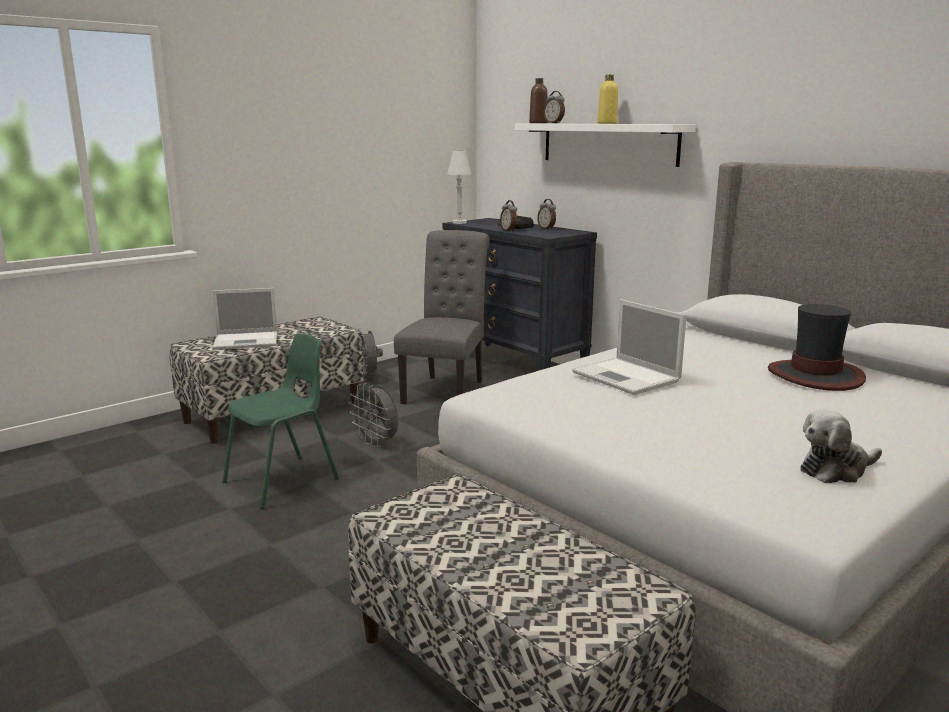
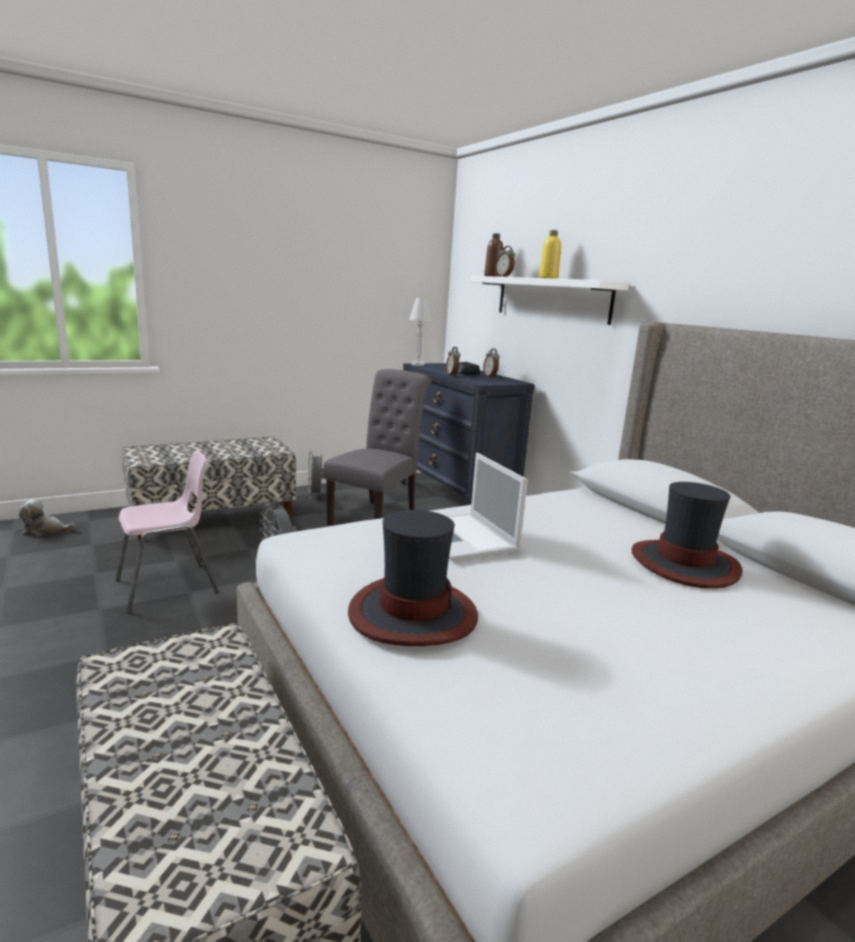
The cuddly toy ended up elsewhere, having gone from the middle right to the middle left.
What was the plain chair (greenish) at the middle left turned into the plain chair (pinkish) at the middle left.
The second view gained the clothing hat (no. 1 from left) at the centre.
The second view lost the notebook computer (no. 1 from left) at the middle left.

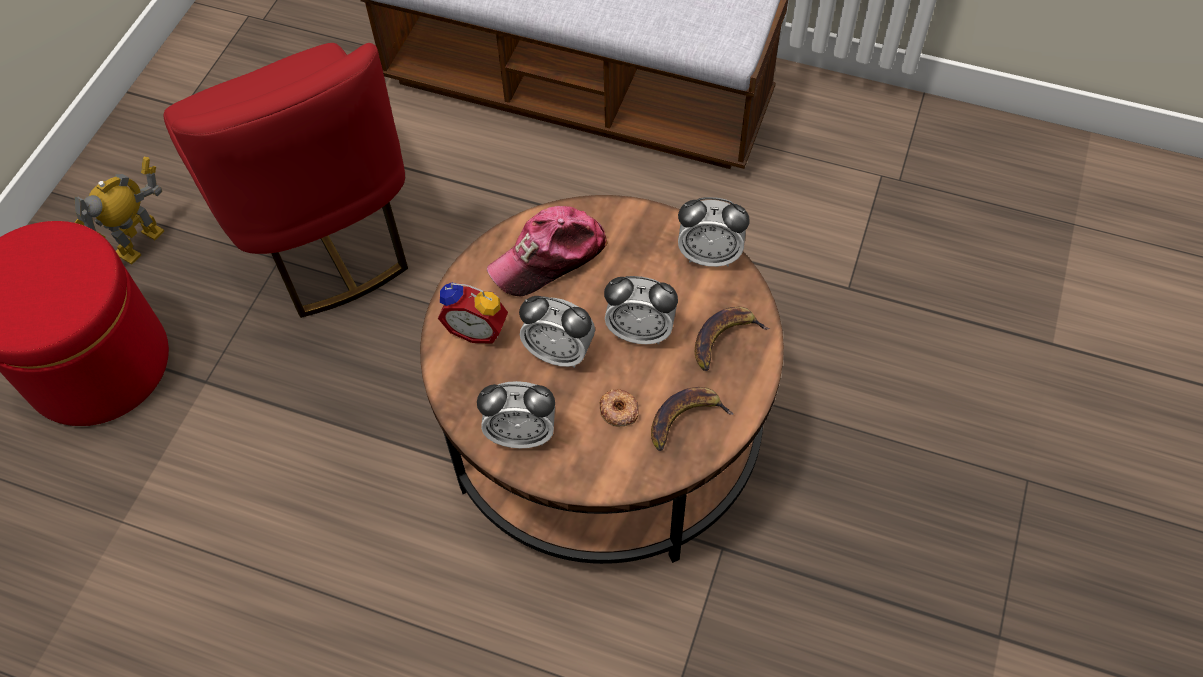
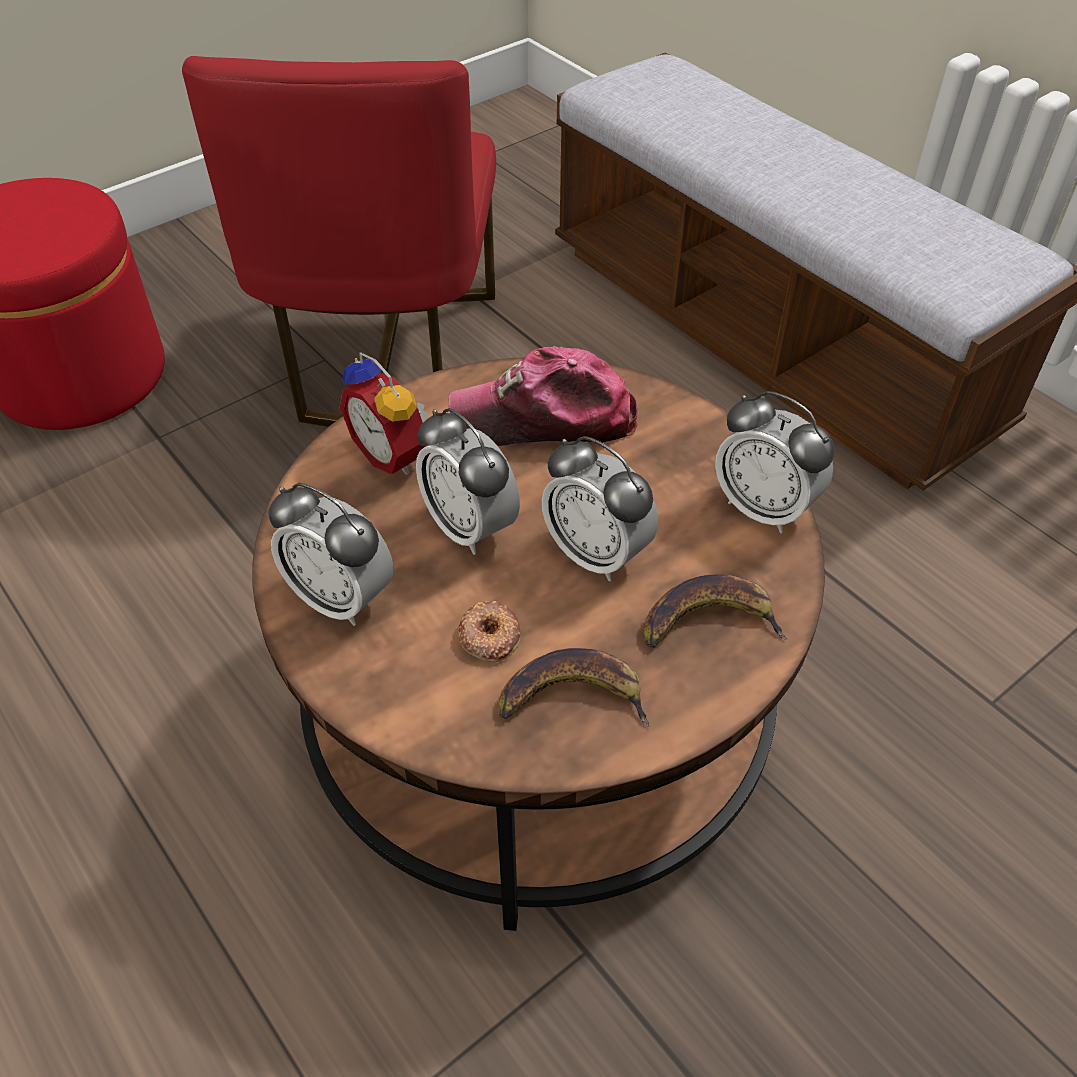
The second view lost the model robot at the top left.

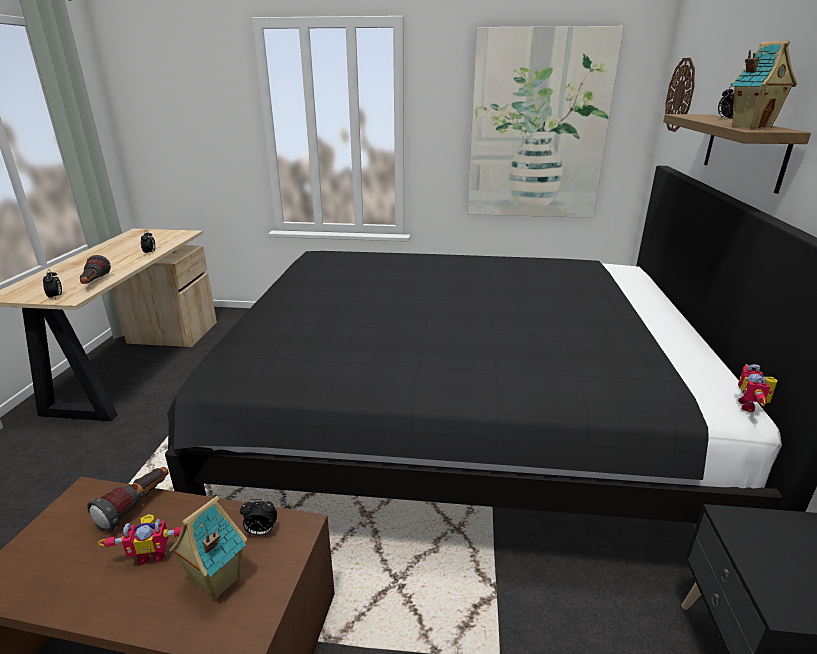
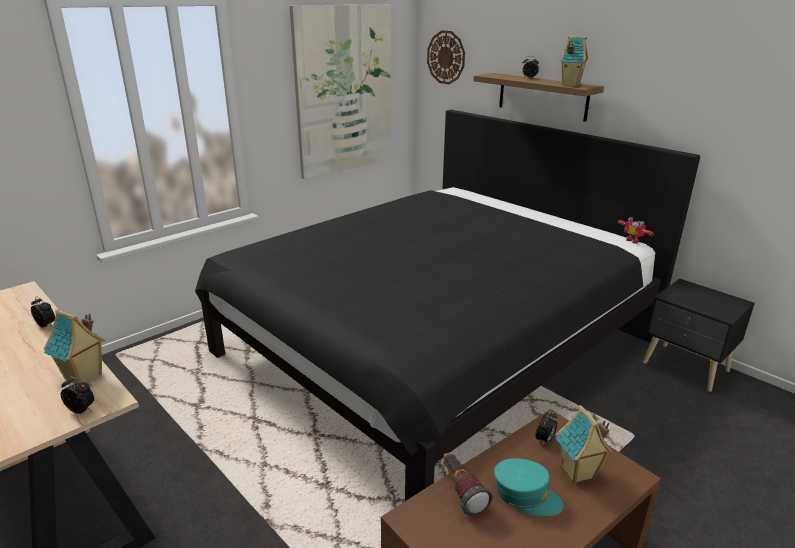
Where the flashlight (no. 1 from left) stood at the middle left, the toy house (no. 1 from left) came to stand at the middle left.
Where the model robot (no. 1 from left) stood at the bottom left, the peaked cap (turquoise-coloured) came to stand at the bottom centre.

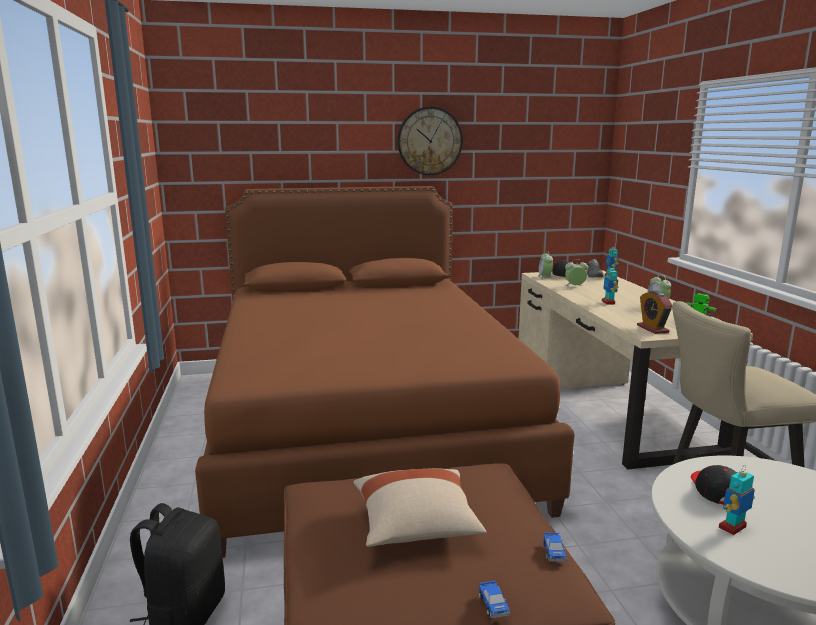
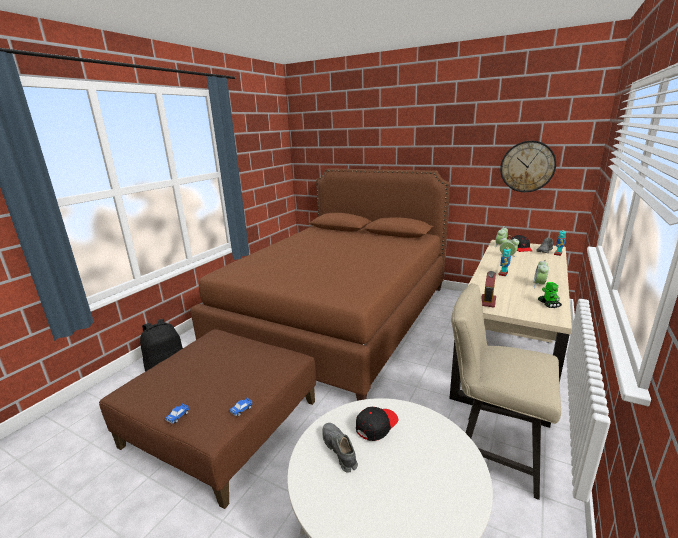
Where the model robot (no. 4 from left) stood at the bottom right, the shoe (gray) (no. 1 from left) came to stand at the bottom centre.
The hanging clock ended up elsewhere, having gone from the top centre to the top right.
The second view lost the pillow (beige) at the bottom centre.

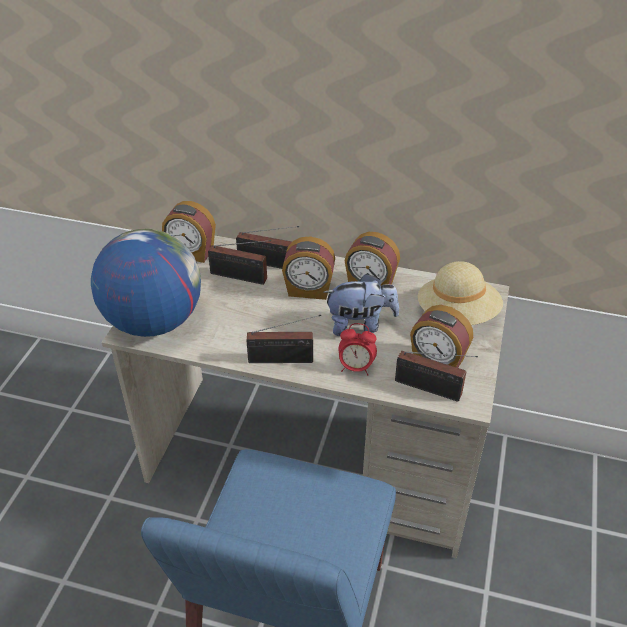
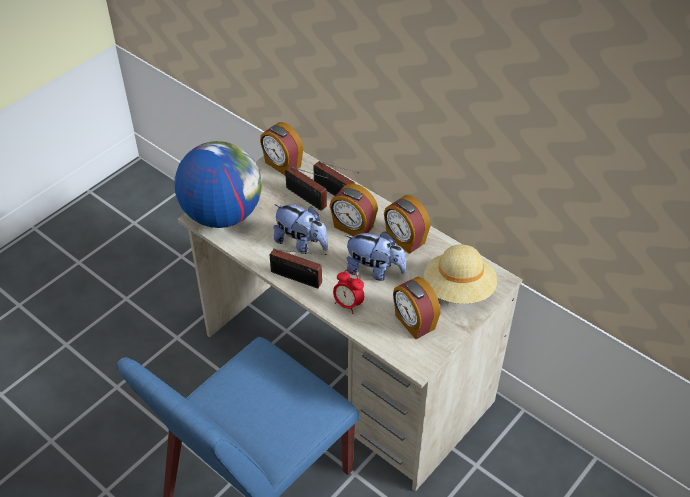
The second view gained the cuddly toy (no. 1 from left) at the centre.
The second view lost the radio set (no. 4 from left) at the middle right.

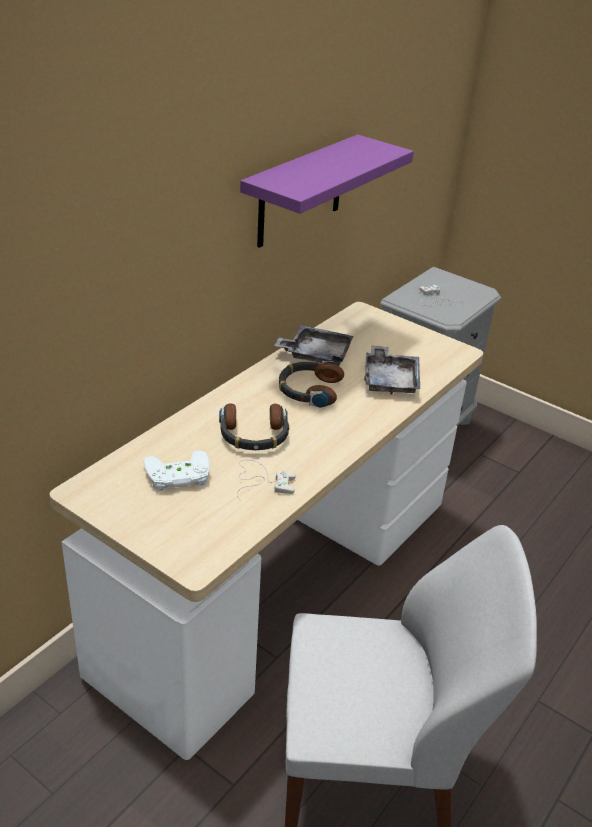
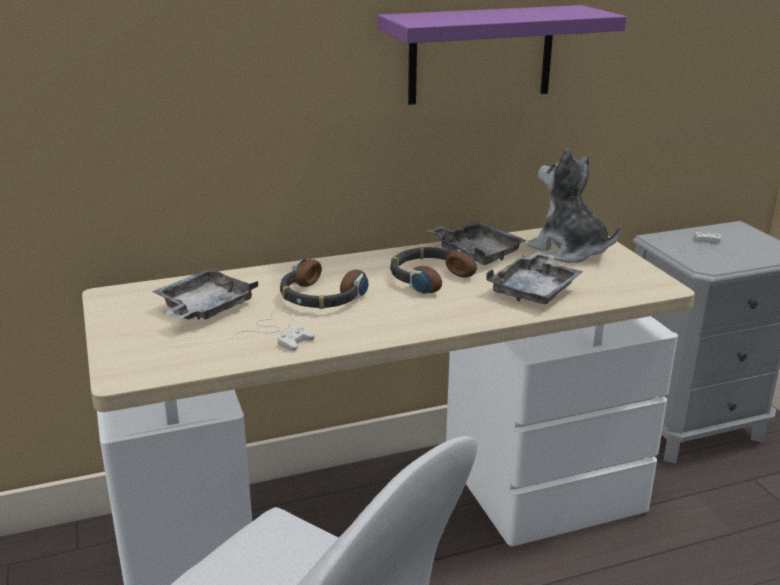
Where the joypad (white) (no. 1 from left) stood at the middle left, the serving tray (gray) (no. 1 from left) came to stand at the middle left.
The second view gained the cuddly toy at the middle right.

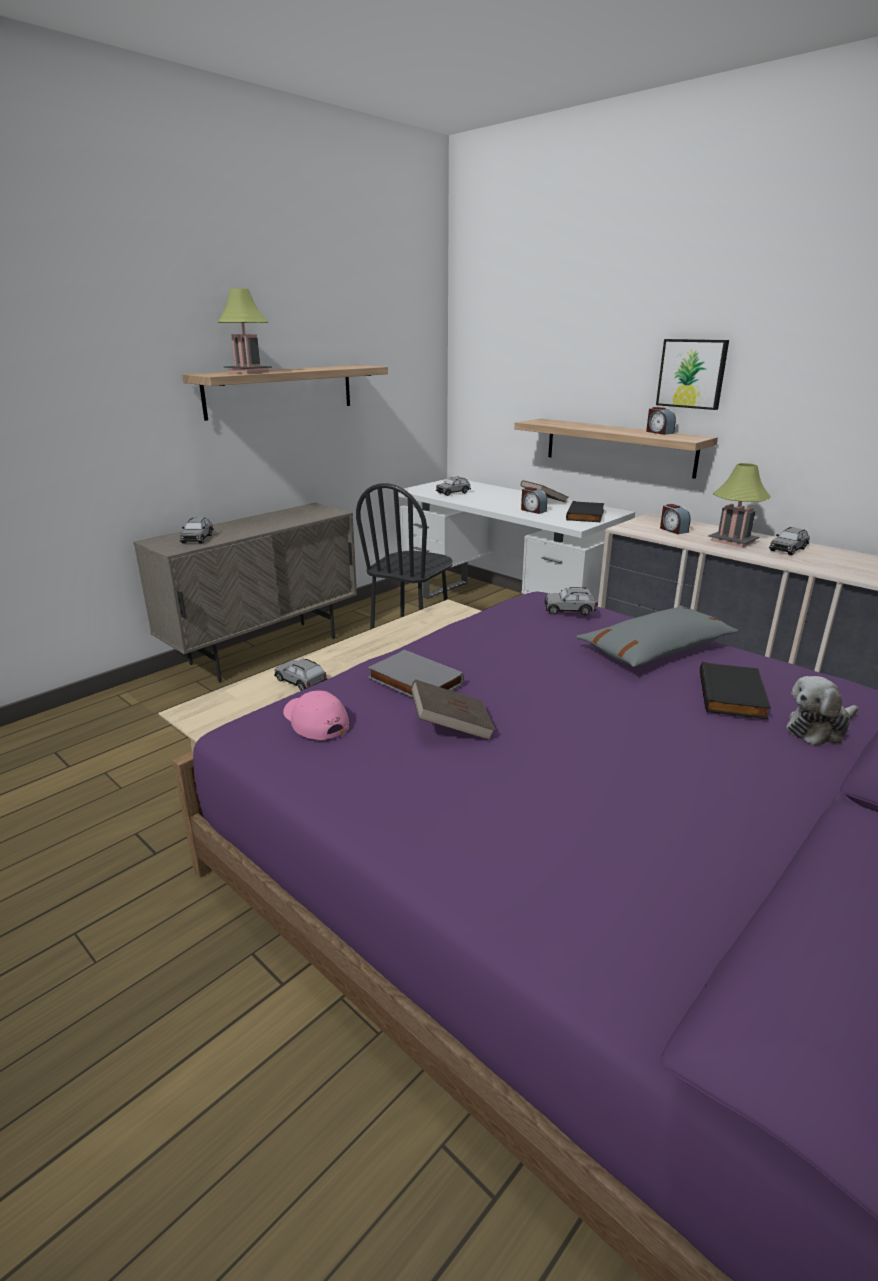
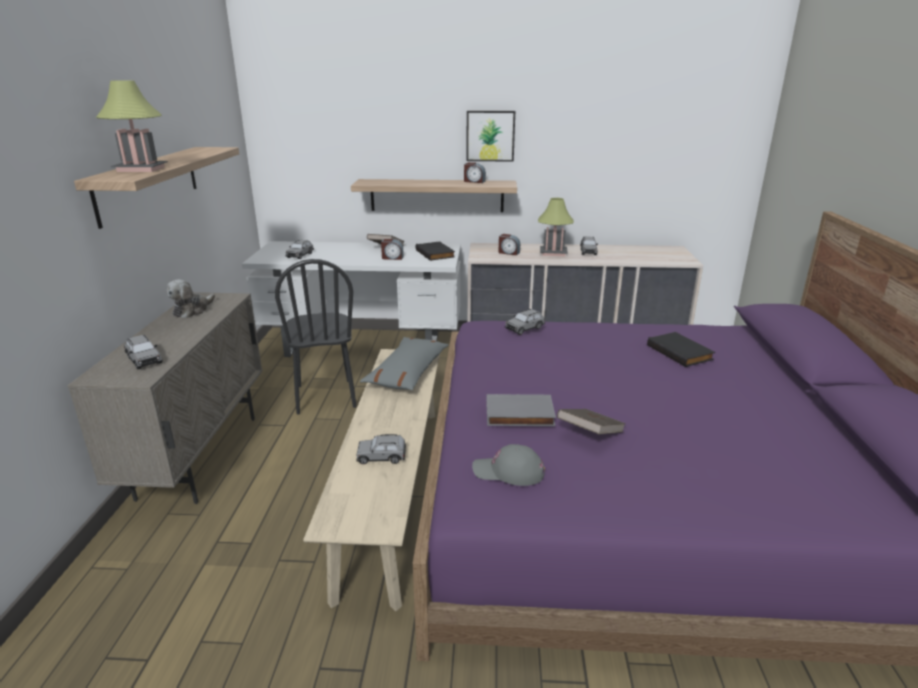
The cuddly toy ended up elsewhere, having gone from the middle right to the middle left.
The pillow (gray) ended up elsewhere, having gone from the middle right to the centre.
What was the peaked cap (pinkish) at the centre turned into the peaked cap (gray) at the bottom centre.

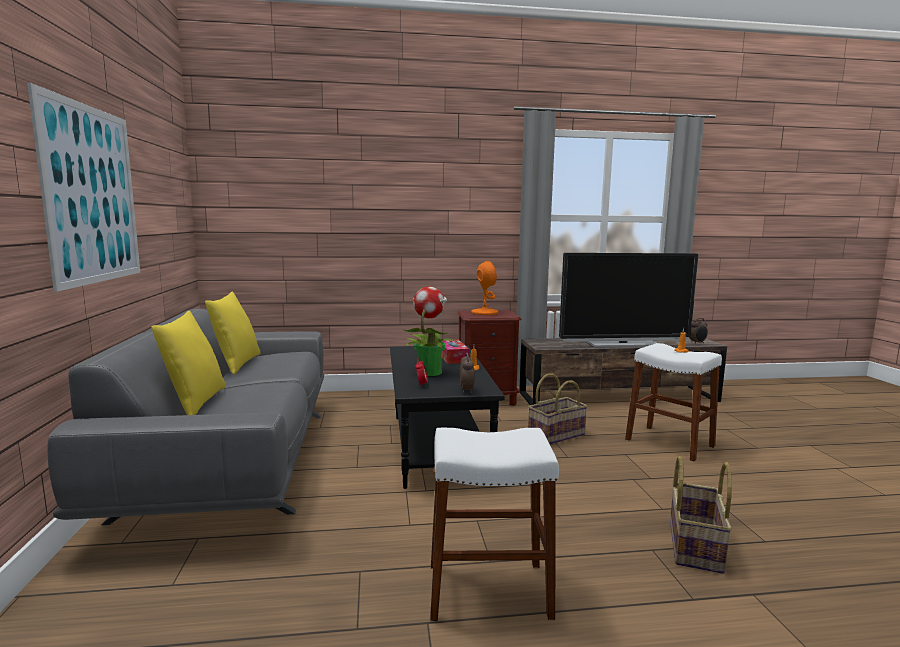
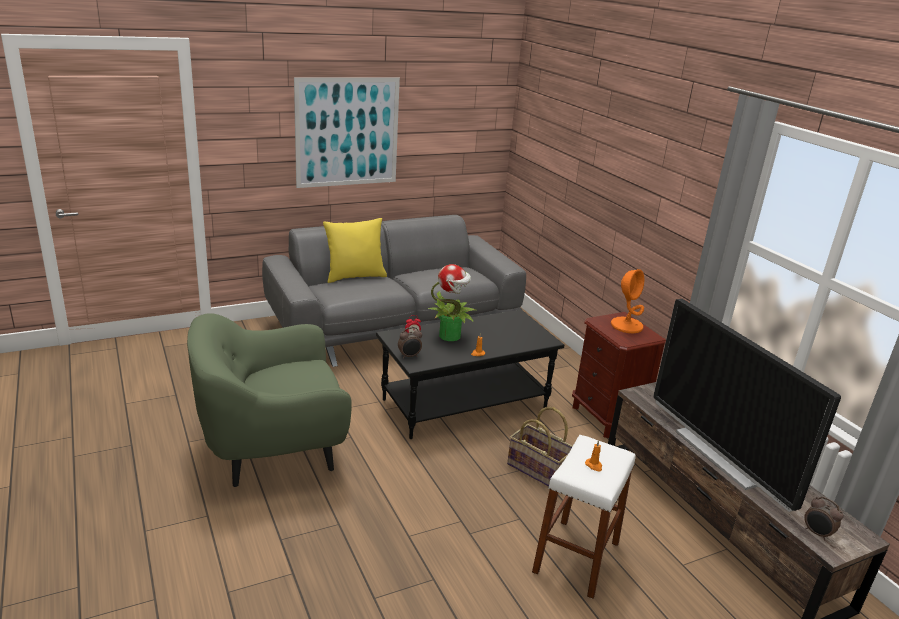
Where the stool (white) (no. 1 from left) stood at the bottom centre, the armchair (greenish) came to stand at the middle left.
The second view lost the pillow (yellow-coloured) (no. 2 from left) at the middle left.
The second view lost the box of tissues at the centre.
The second view lost the household basket (no. 2 from left) at the bottom right.

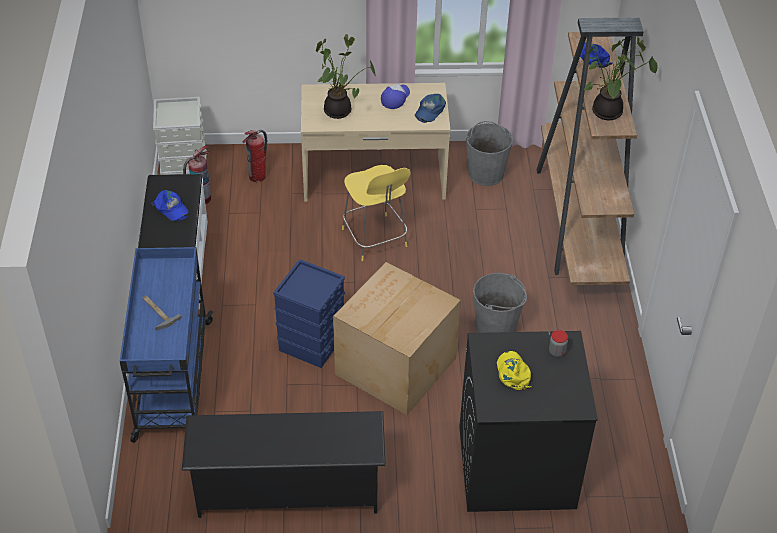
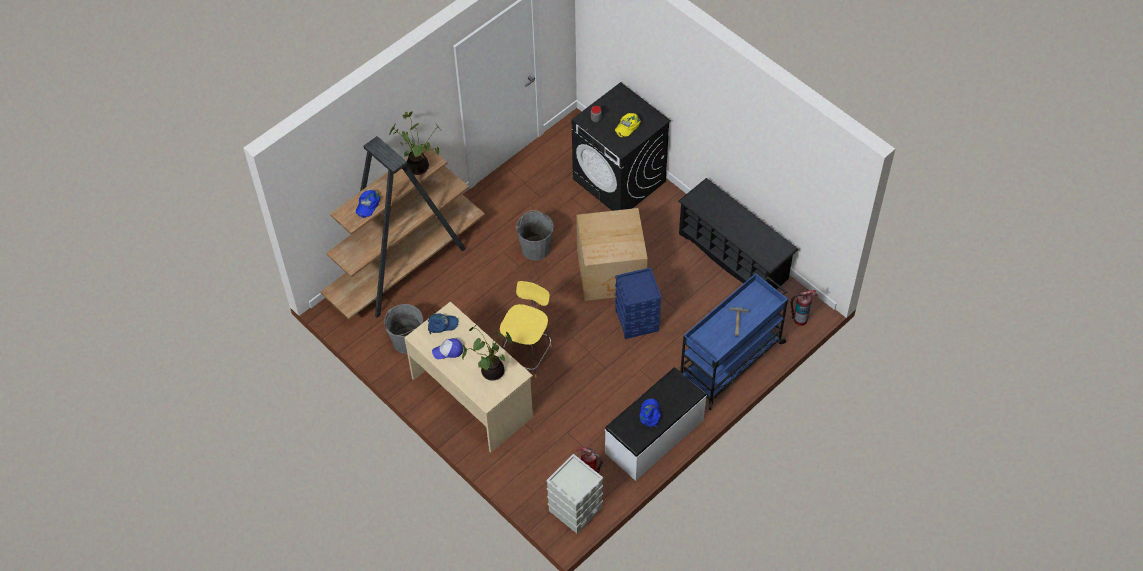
The fire extinguisher (no. 2 from left) ended up elsewhere, having gone from the top left to the middle right.

